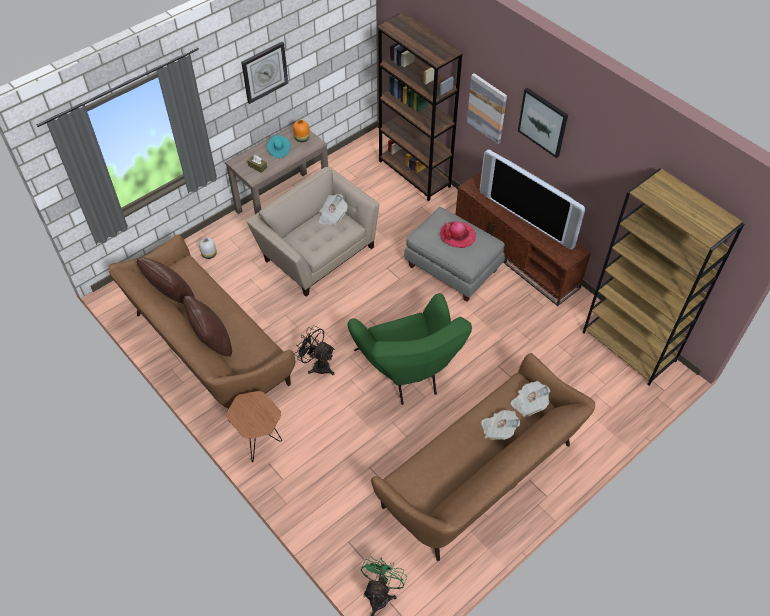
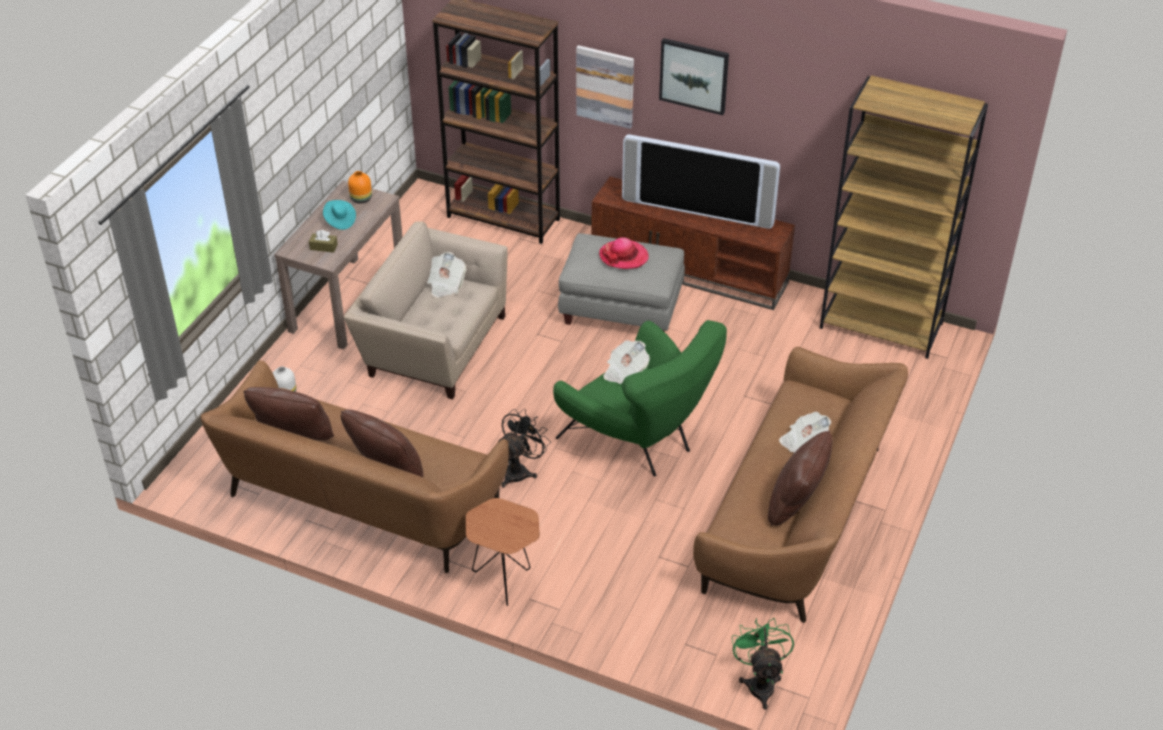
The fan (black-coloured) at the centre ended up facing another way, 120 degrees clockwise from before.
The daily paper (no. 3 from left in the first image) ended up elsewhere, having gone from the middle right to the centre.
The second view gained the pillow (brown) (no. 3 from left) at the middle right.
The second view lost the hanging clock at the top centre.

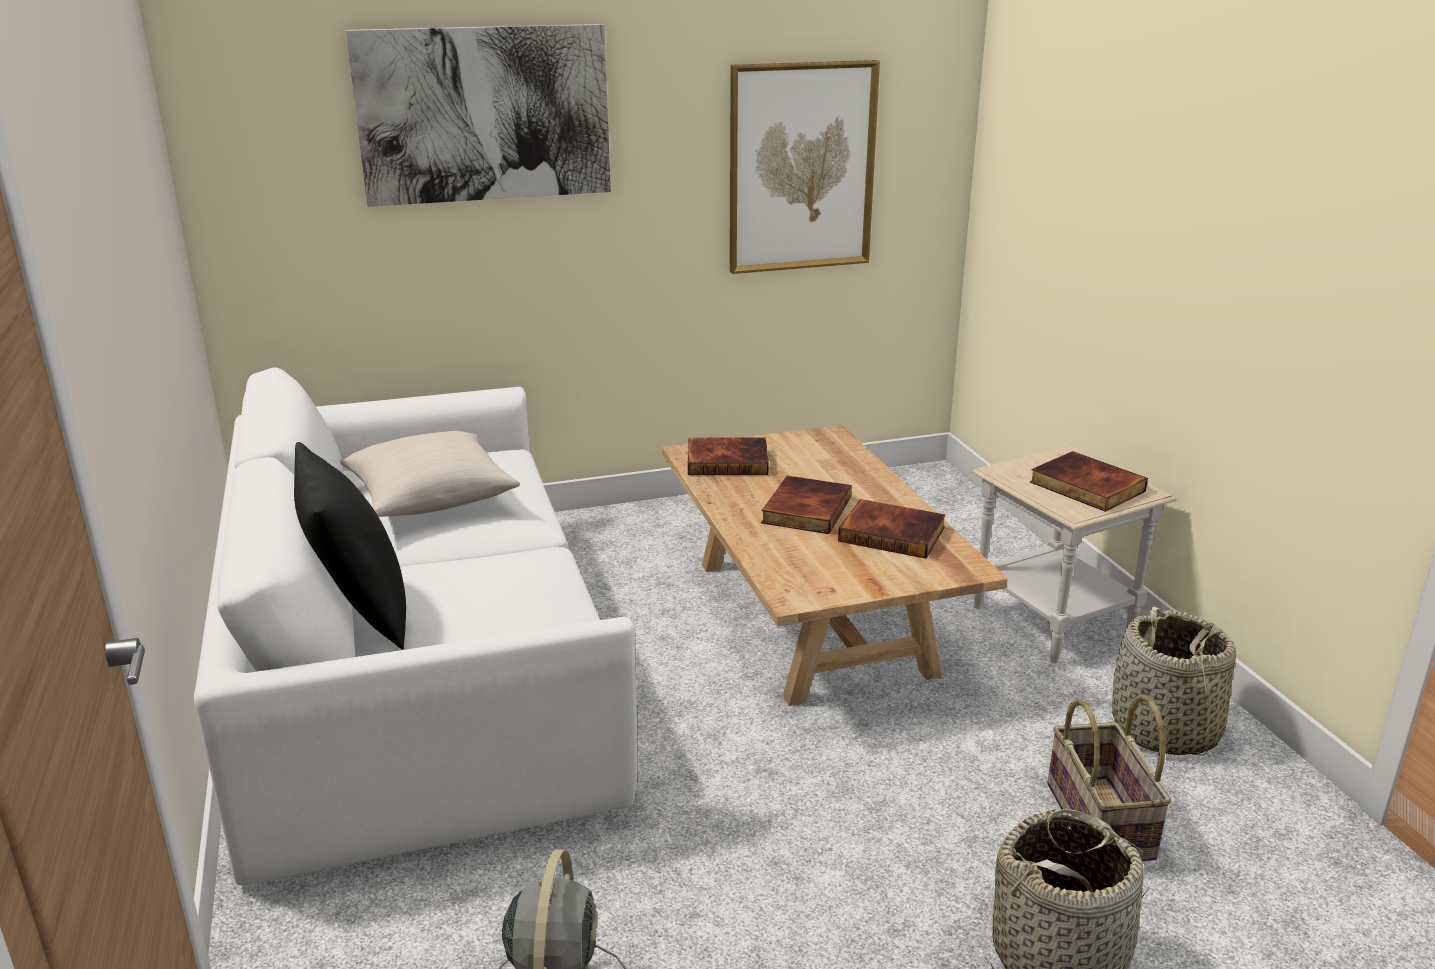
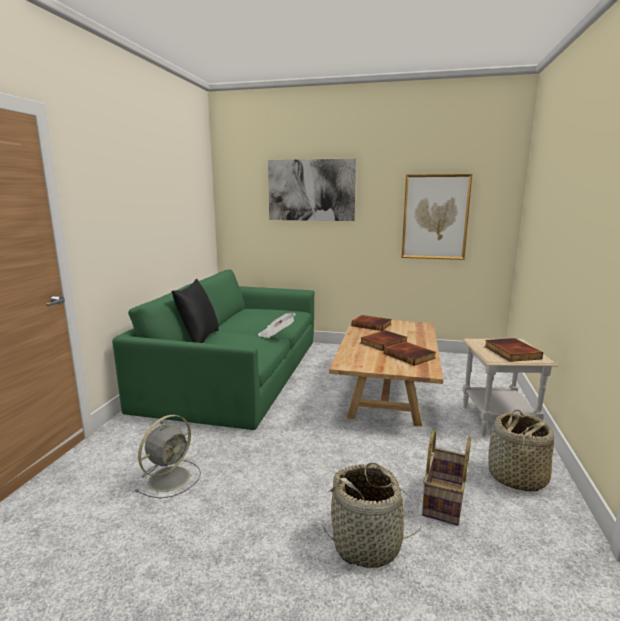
What was the sofa (white) at the middle left turned into the sofa (greenish) at the centre.
The second view gained the daily paper at the centre.
The second view lost the pillow (beige) at the middle left.

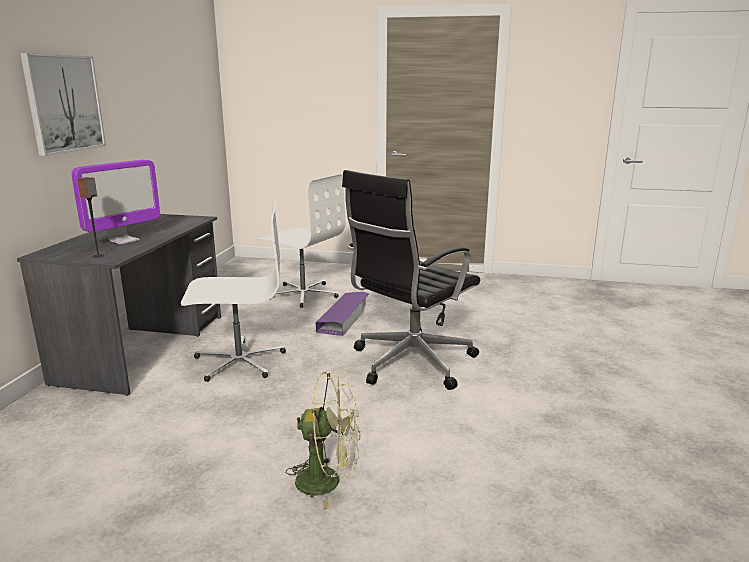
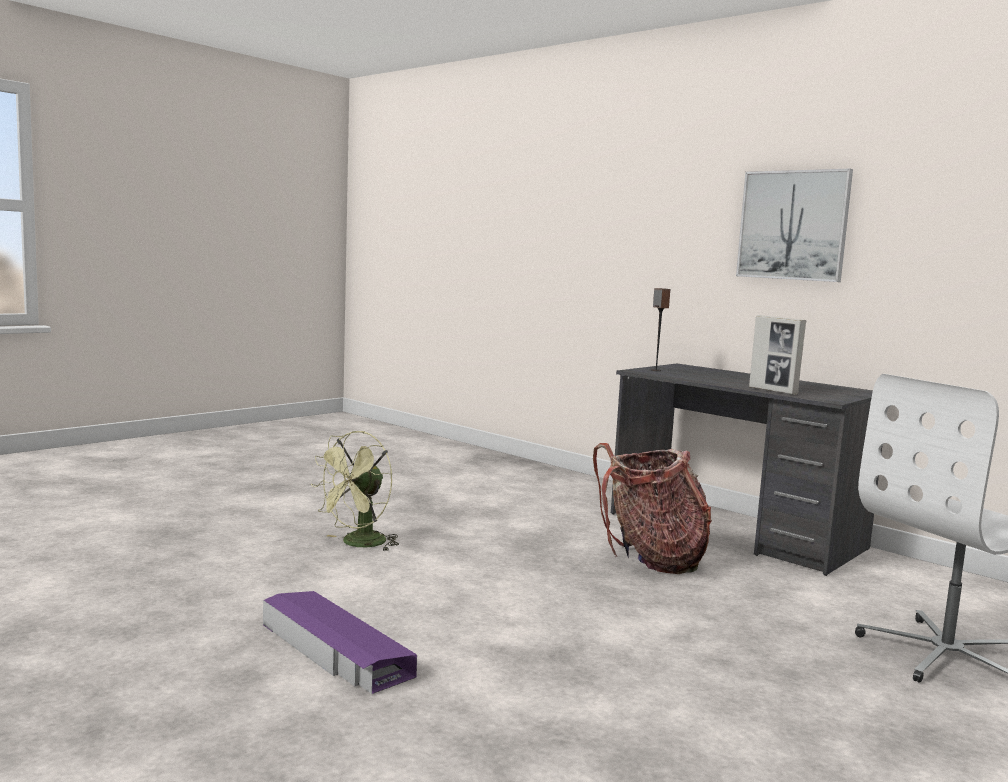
The storage bin (purple-coloured) ended up elsewhere, having gone from the centre to the bottom centre.
Where the office chair (white) (no. 1 from left) stood at the middle left, the backpack came to stand at the centre.
The second view gained the standing frame at the middle right.
The second view lost the monitor at the middle left.
The second view lost the office chair (black-coloured) at the centre.

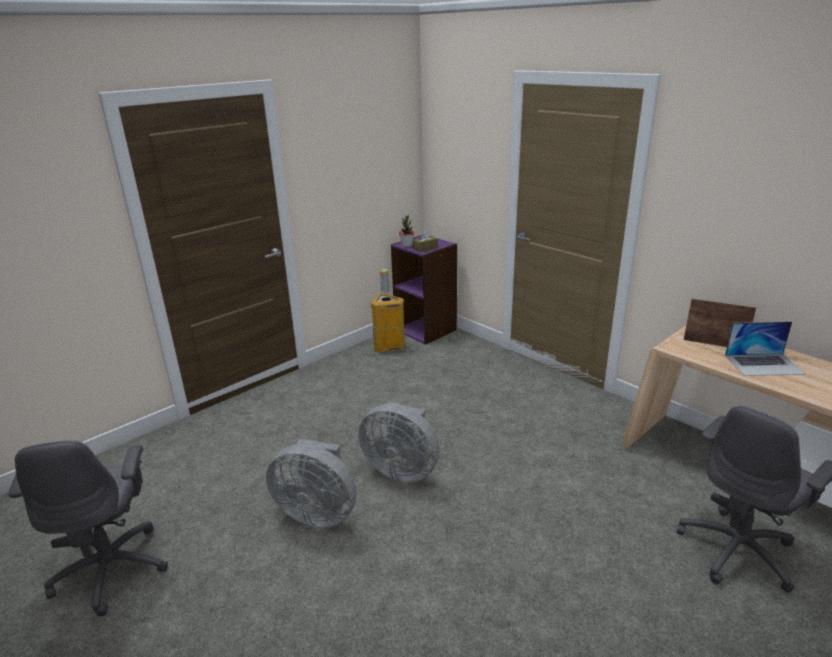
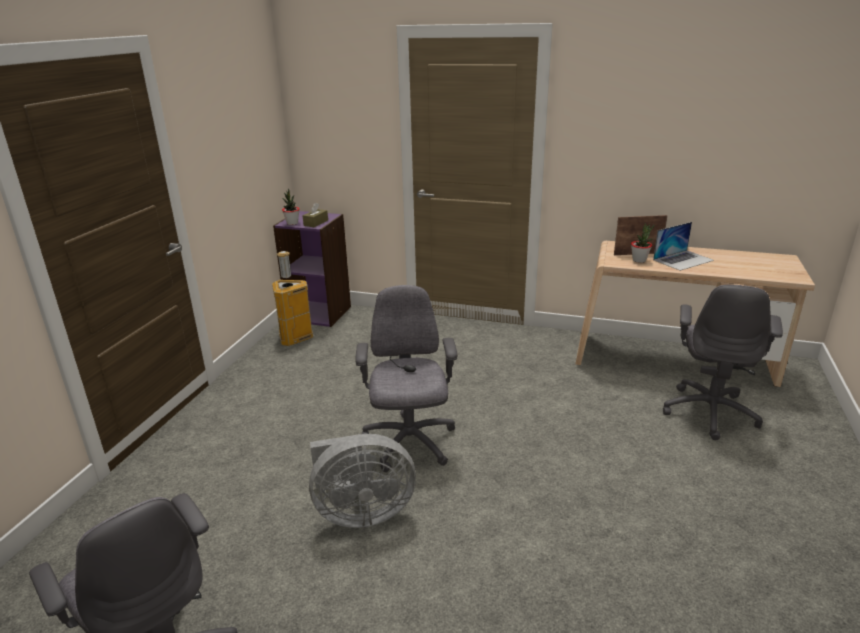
Where the fan (gray) (no. 2 from left) stood at the bottom centre, the office chair (gray) (no. 2 from left) came to stand at the centre.
The second view gained the houseplant (no. 2 from left) at the middle right.

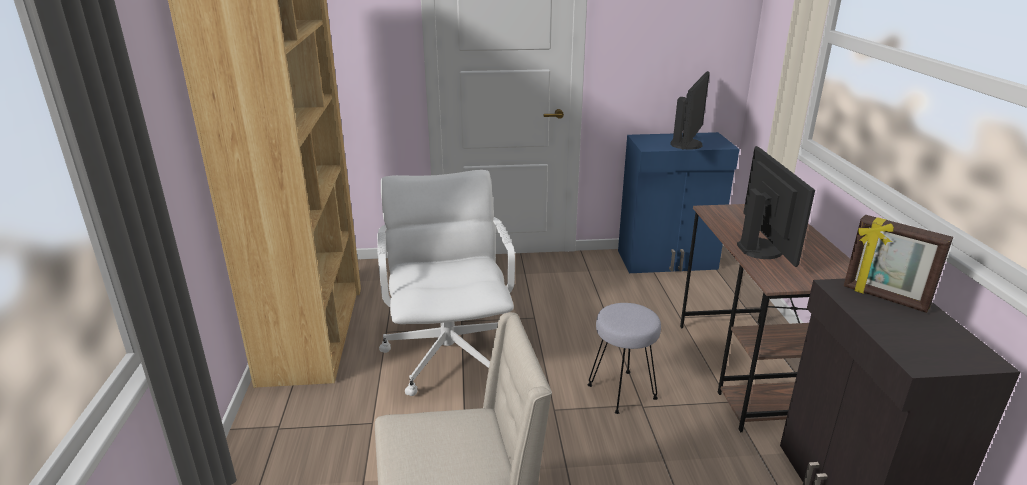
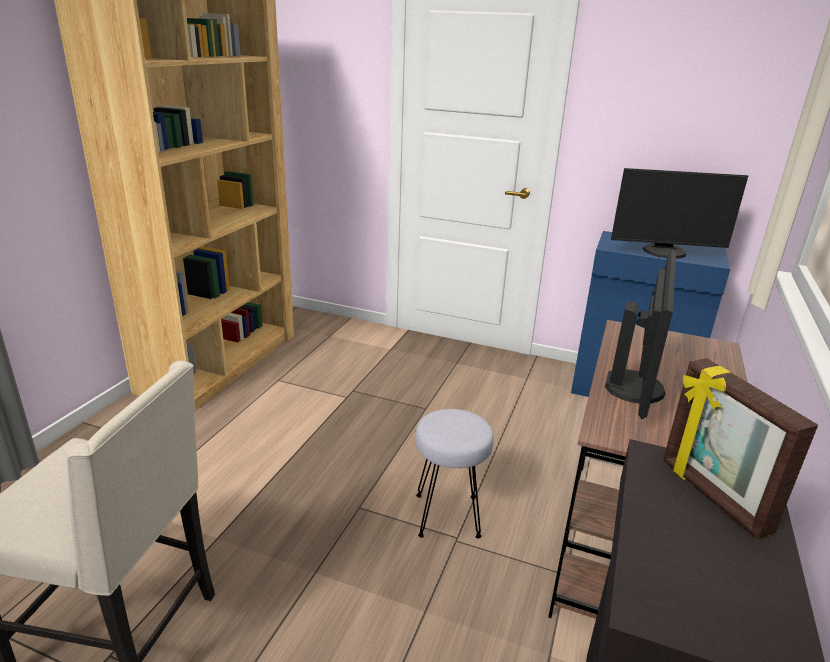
The monitor (no. 1 from left in the first image) at the top right ended up facing another way, 45 degrees clockwise from before.
The second view lost the office chair (white) at the centre.

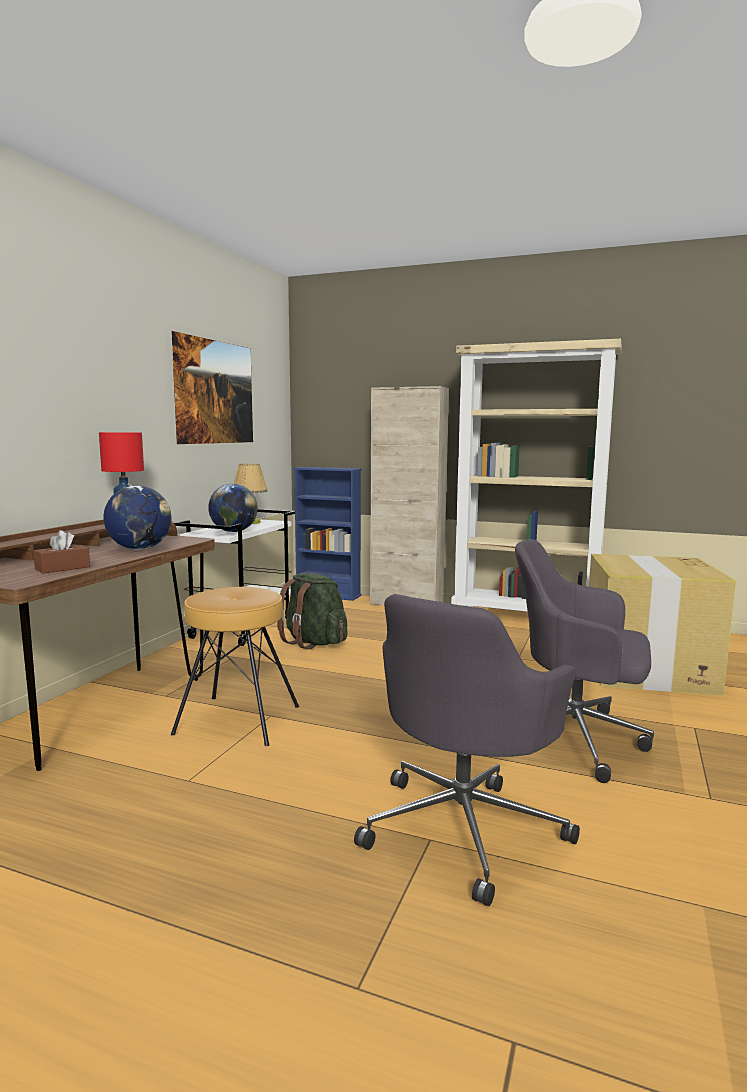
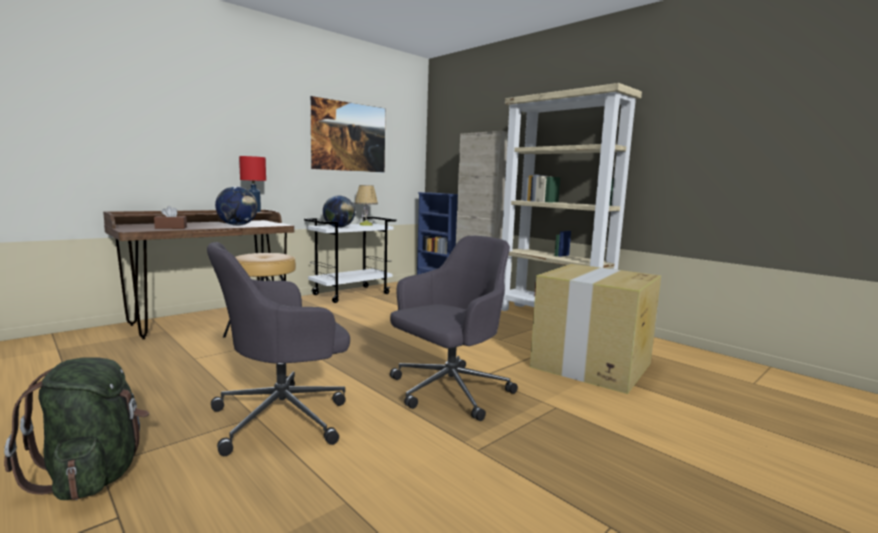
The backpack (greenish) ended up elsewhere, having gone from the centre to the bottom left.
The office chair (gray) (no. 2 from left) at the middle right ended up facing another way, 90 degrees clockwise from before.

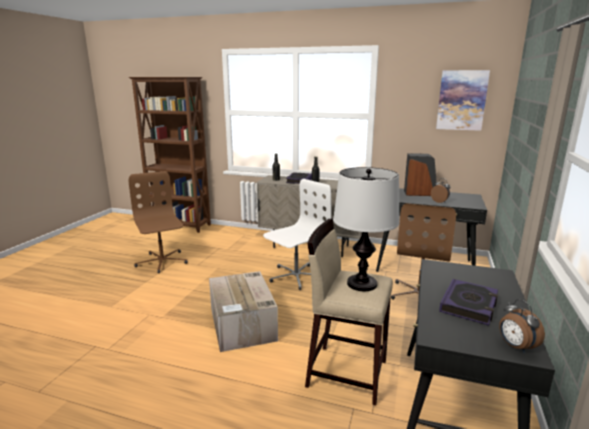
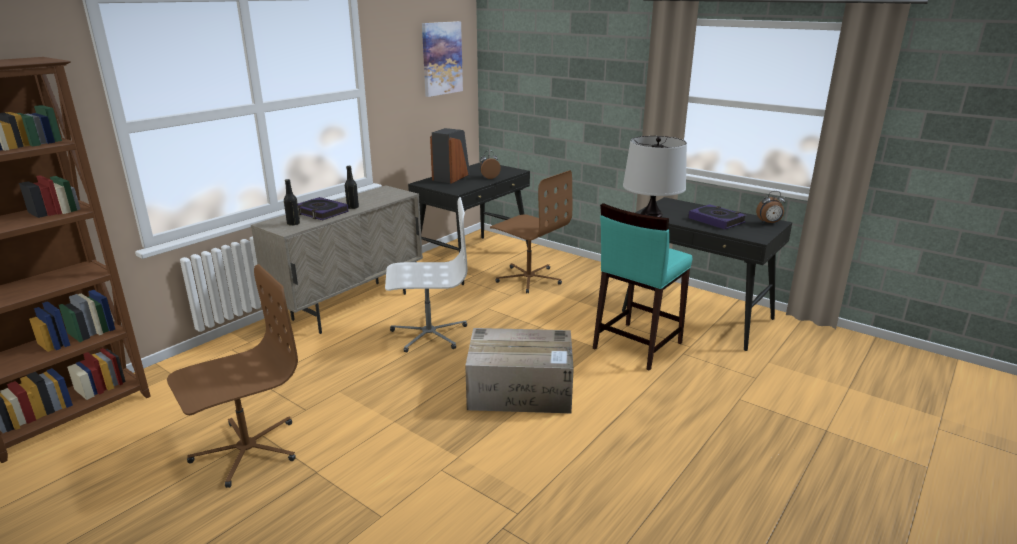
The office chair (brown) (no. 1 from left) at the middle left ended up facing another way, 150 degrees clockwise from before.
The office chair (white) at the centre ended up facing another way, 105 degrees clockwise from before.
What was the stool (beige) at the bottom centre turned into the stool (turquoise-coloured) at the centre.

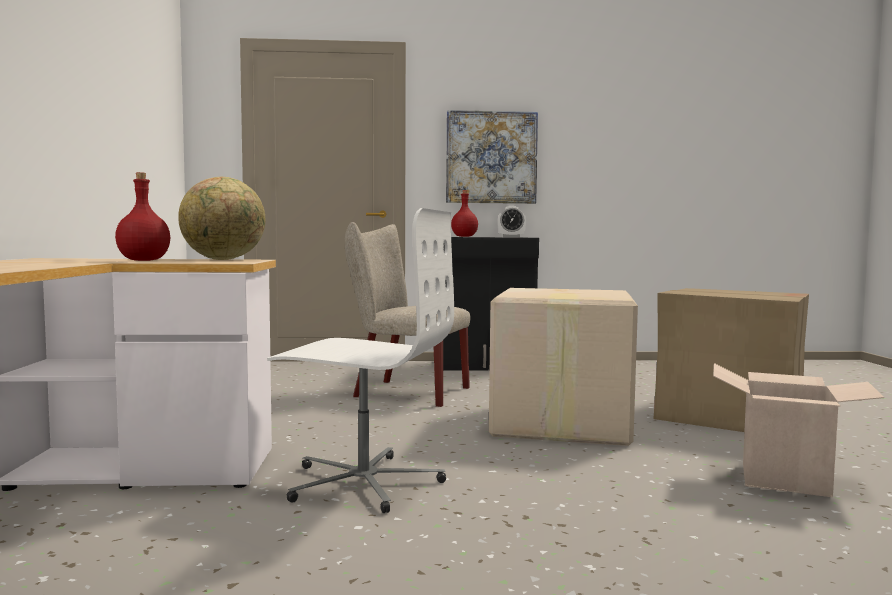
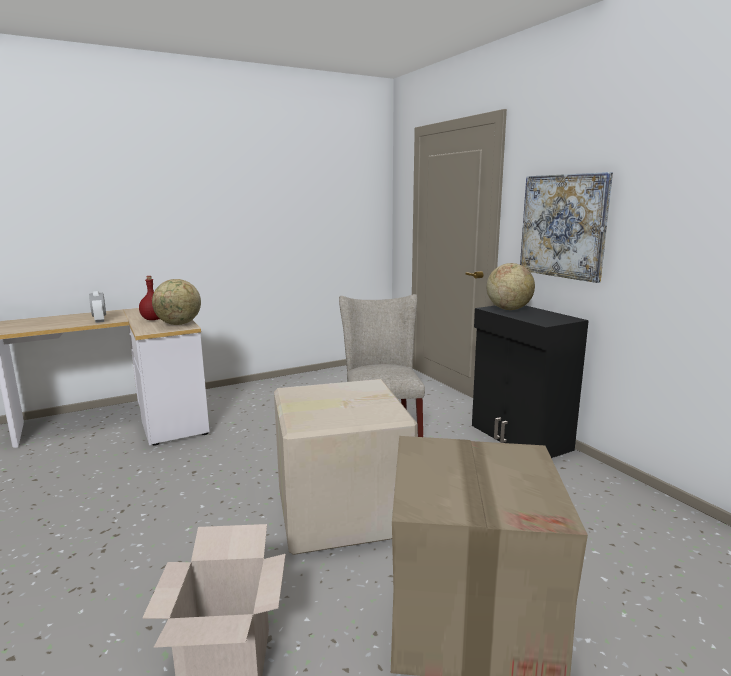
The table clock ended up elsewhere, having gone from the centre to the middle left.
Where the drink bottle (red) (no. 2 from left) stood at the centre, the world globe (no. 2 from left) came to stand at the middle right.
The second view lost the office chair (white) at the centre.

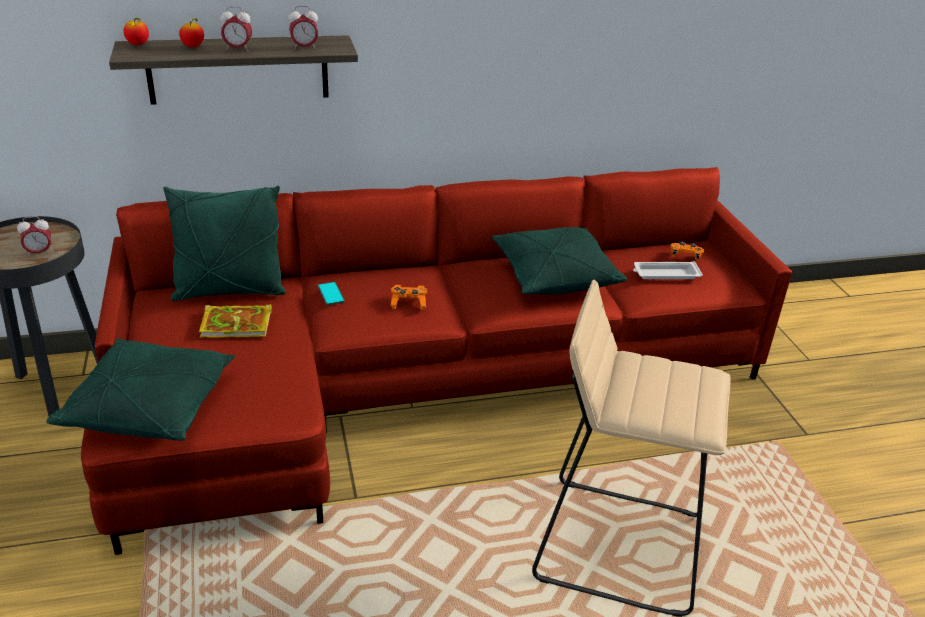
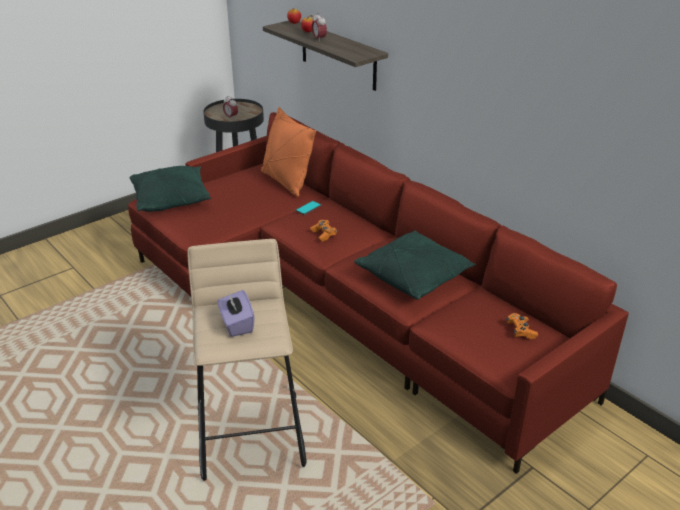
The second view gained the box of tissues (purple-coloured) at the centre.
What was the pillow (greenish) (no. 2 from left) at the middle left turned into the pillow (orange-coloured) at the top centre.
The second view lost the book at the middle left.
The second view lost the table clock (no. 3 from left) at the top left.
The second view lost the serving tray (white) at the middle right.

